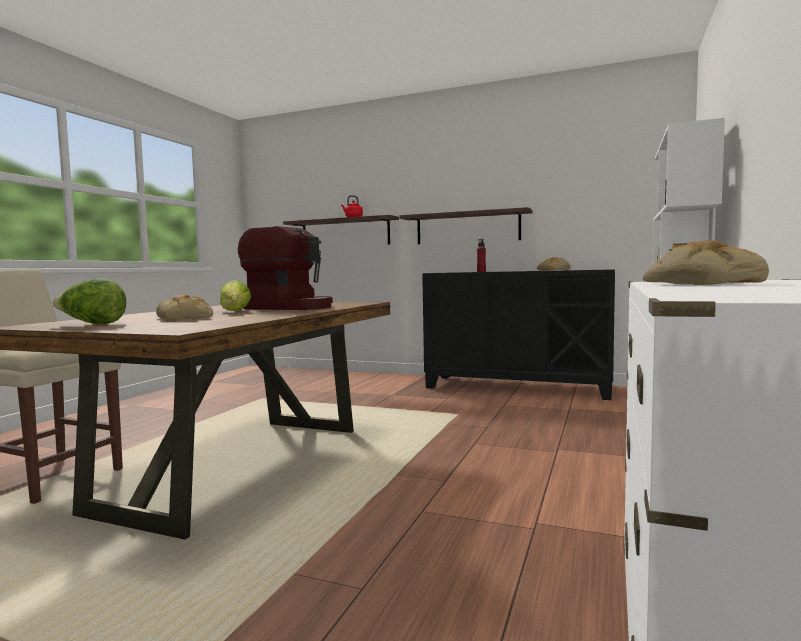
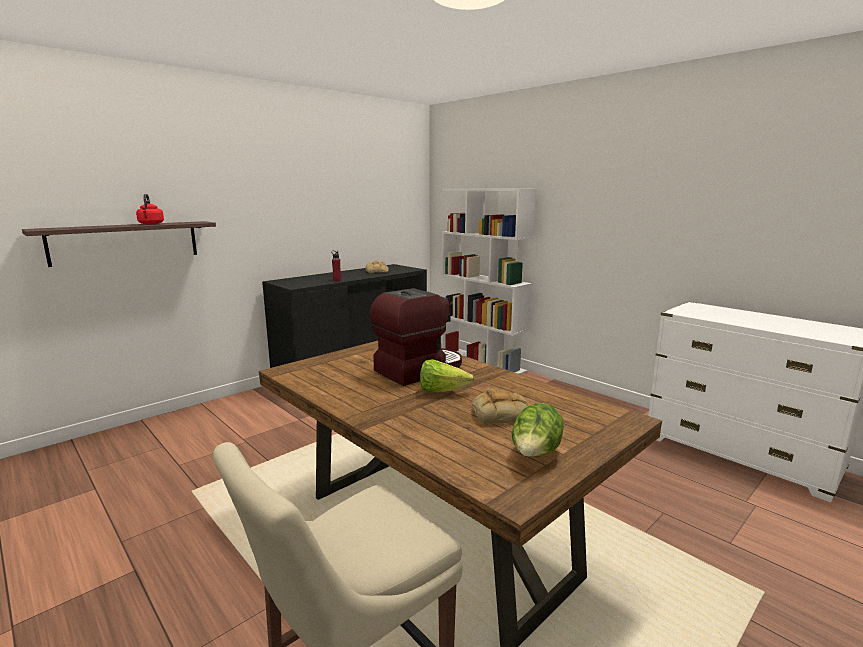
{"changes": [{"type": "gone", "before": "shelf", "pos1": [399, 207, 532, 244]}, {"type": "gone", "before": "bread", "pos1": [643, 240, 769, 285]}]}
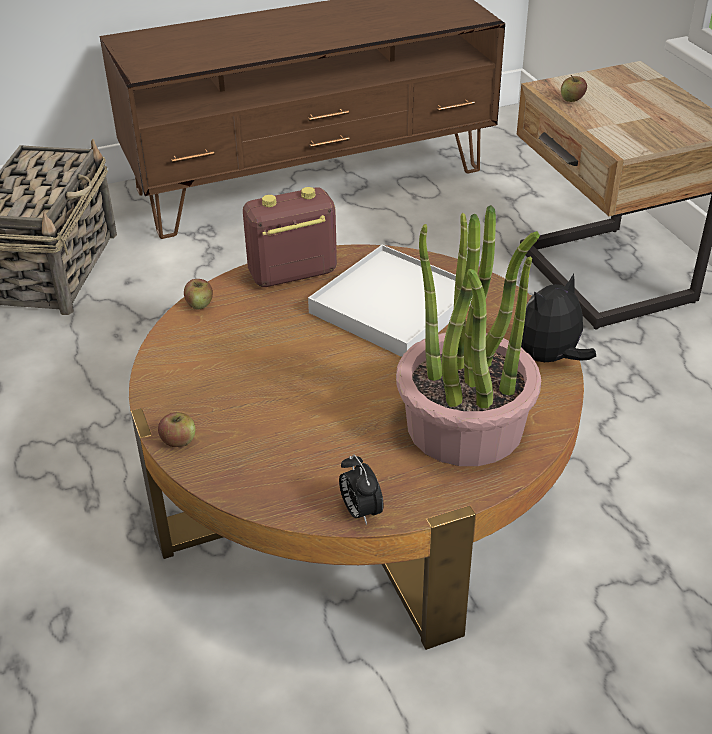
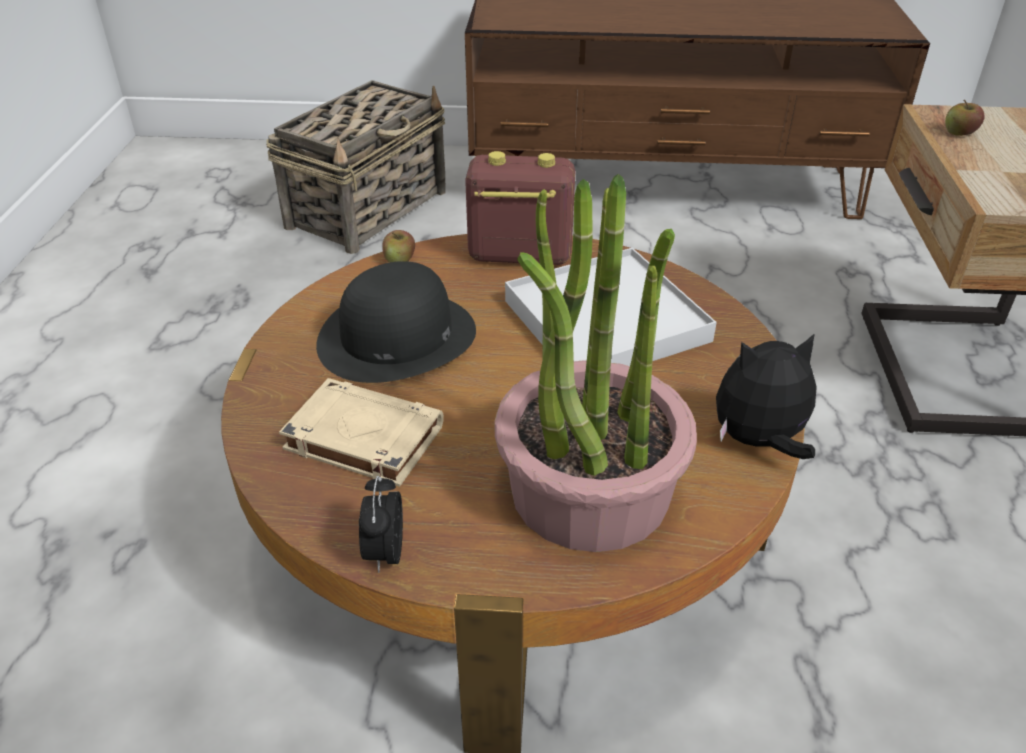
{"changes": [{"type": "gone", "before": "apple", "pos1": [158, 412, 195, 447]}, {"type": "new", "after": "beige book", "pos2": [279, 378, 444, 487]}, {"type": "new", "after": "black hat", "pos2": [316, 261, 476, 383]}]}
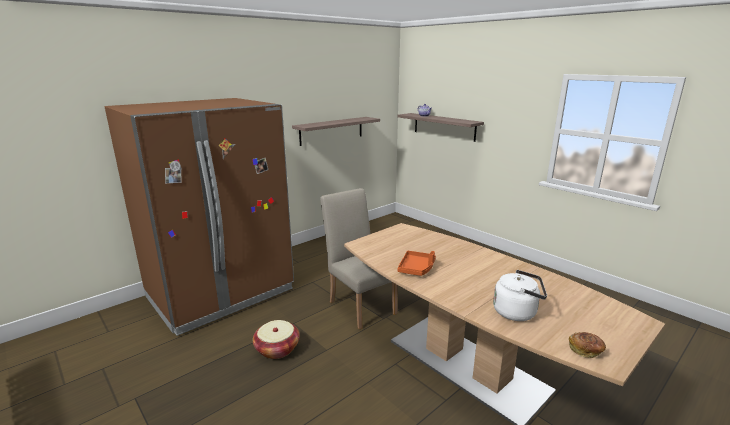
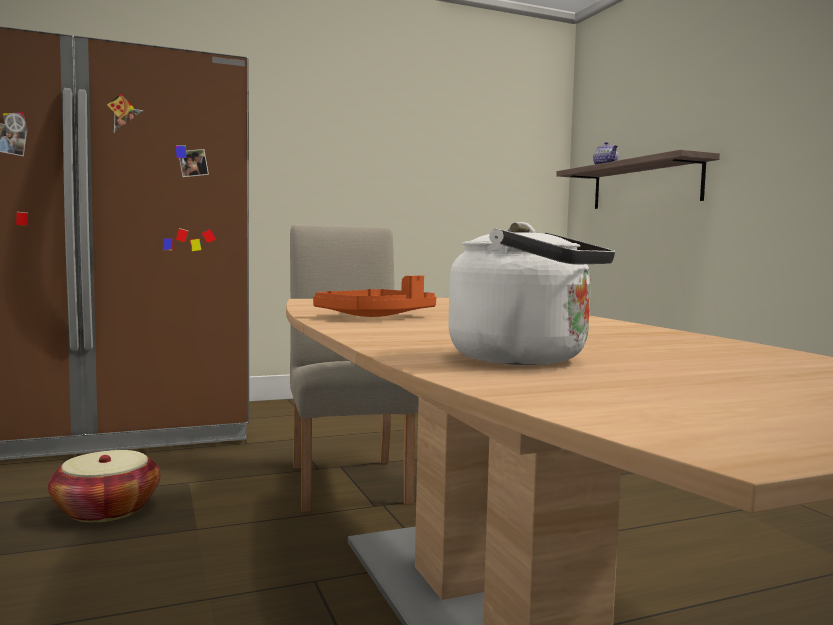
{"changes": [{"type": "gone", "before": "shelf", "pos1": [292, 117, 380, 146]}, {"type": "gone", "before": "bread", "pos1": [569, 332, 606, 358]}]}
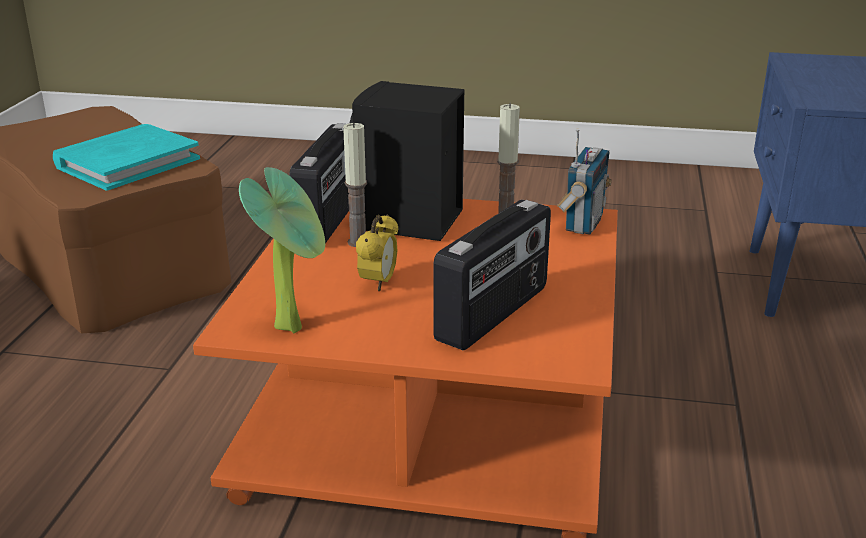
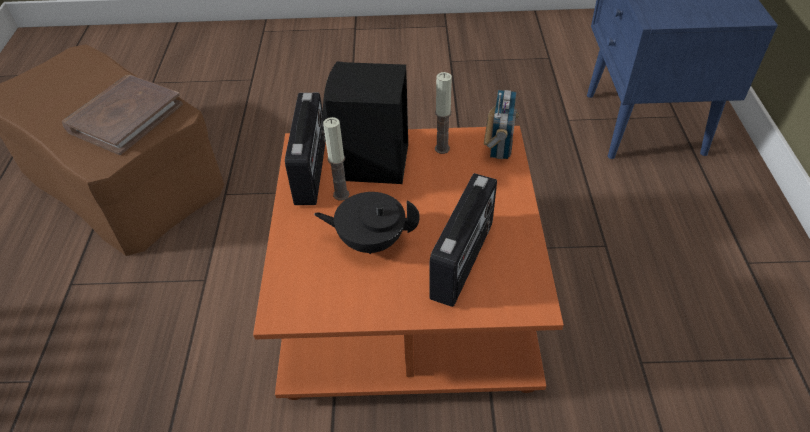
{"changes": [{"type": "gone", "before": "potted plant", "pos1": [239, 167, 325, 333]}, {"type": "swapped", "before": "alarm clock", "after": "black teapot", "pos1": [356, 215, 398, 291], "pos2": [314, 192, 420, 254]}, {"type": "repainted", "before": "turquoise book", "after": "brown book", "pos1": [53, 124, 200, 191], "pos2": [62, 75, 183, 155]}]}
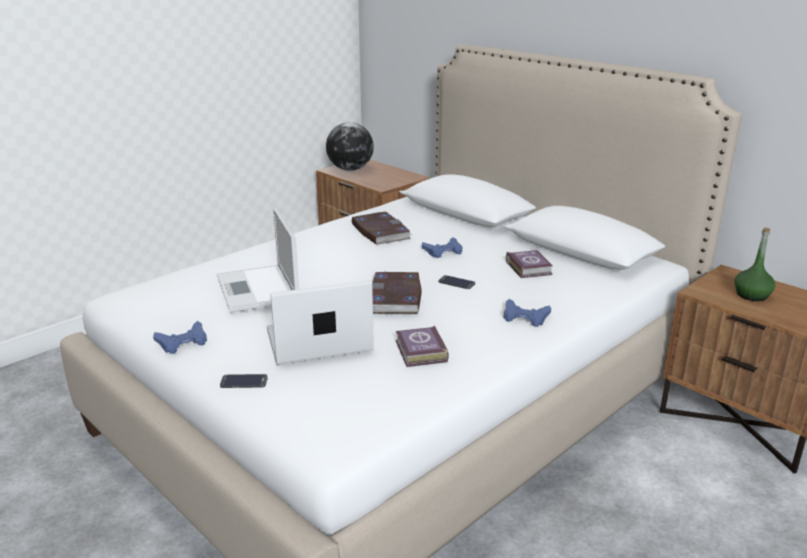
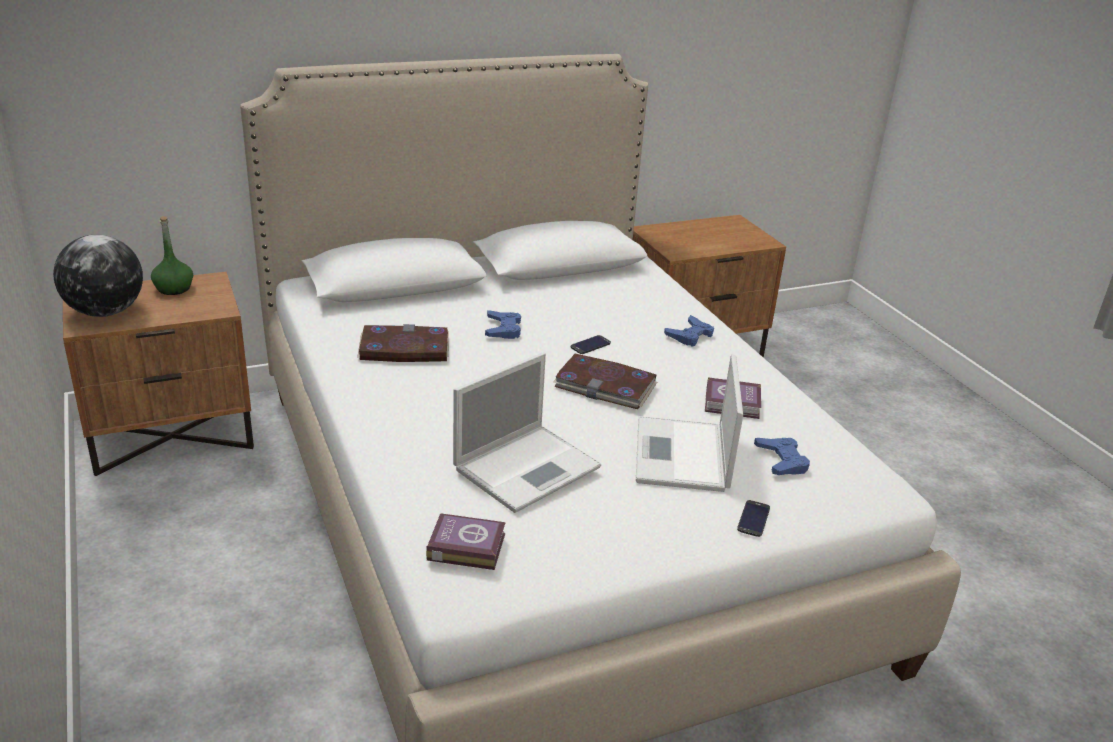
{"changes": [{"type": "shifted", "before": "blue game controller", "pos1": [153, 321, 207, 354], "pos2": [754, 438, 810, 475]}, {"type": "shifted", "before": "book", "pos1": [506, 250, 553, 278], "pos2": [426, 513, 506, 570]}, {"type": "shifted", "before": "green bottle", "pos1": [734, 228, 775, 301], "pos2": [151, 216, 193, 295]}, {"type": "rotated", "before": "laptop", "pos1": [217, 208, 299, 312], "pos2": [453, 353, 601, 513], "turn": -45}]}
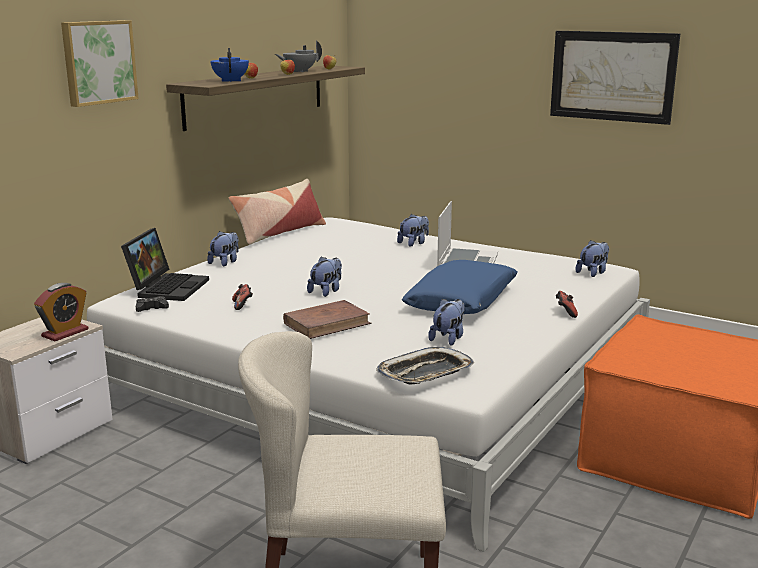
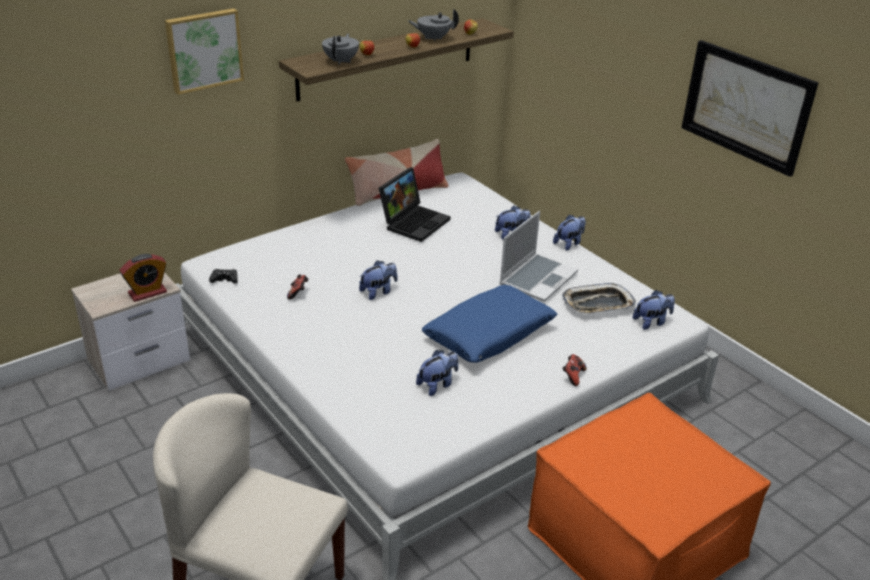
{"changes": [{"type": "gone", "before": "brown book", "pos1": [283, 300, 372, 339]}, {"type": "shifted", "before": "laptop", "pos1": [121, 228, 209, 301], "pos2": [379, 167, 451, 242]}, {"type": "shifted", "before": "plush toy", "pos1": [207, 231, 239, 266], "pos2": [553, 215, 586, 251]}, {"type": "shifted", "before": "tray", "pos1": [376, 347, 474, 384], "pos2": [562, 283, 636, 314]}, {"type": "repainted", "before": "blue teapot", "after": "grey teapot", "pos1": [210, 48, 249, 82], "pos2": [322, 34, 359, 65]}]}
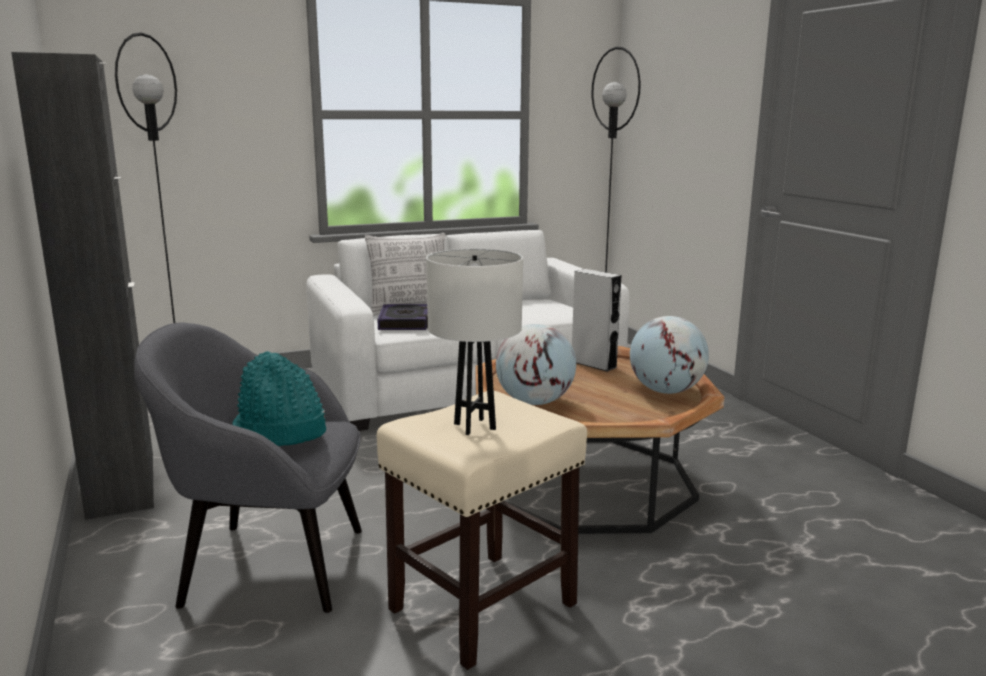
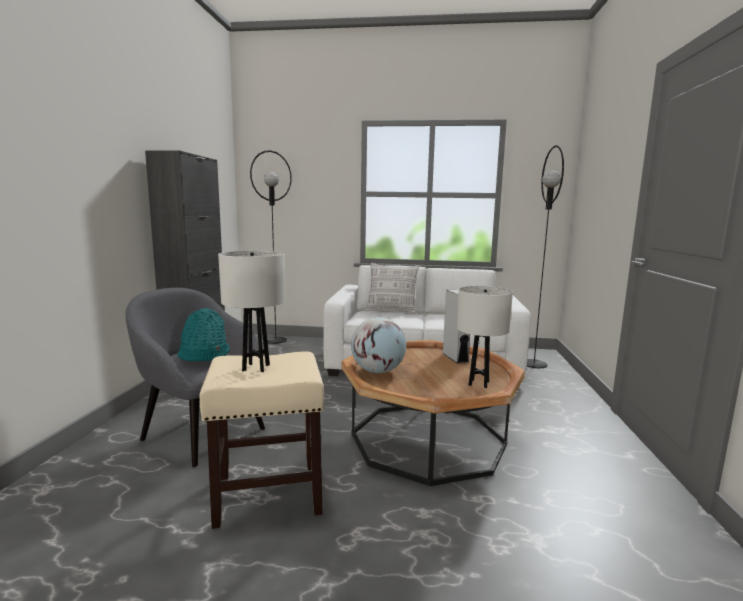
{"changes": [{"type": "gone", "before": "book", "pos1": [378, 304, 428, 330]}, {"type": "swapped", "before": "globe", "after": "white table lamp", "pos1": [630, 316, 709, 394], "pos2": [457, 286, 513, 388]}]}
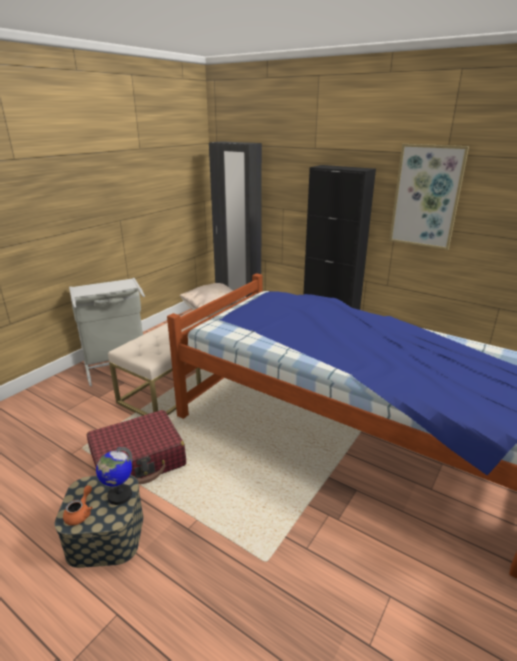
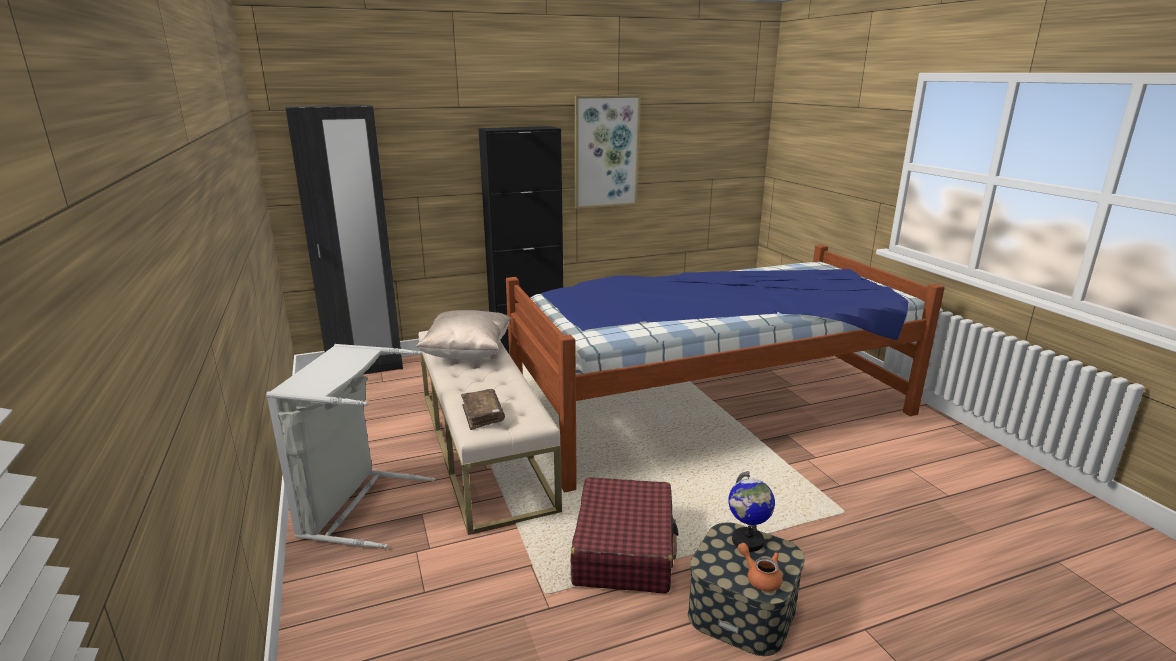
{"changes": [{"type": "new", "after": "brown book", "pos2": [461, 389, 505, 430]}]}
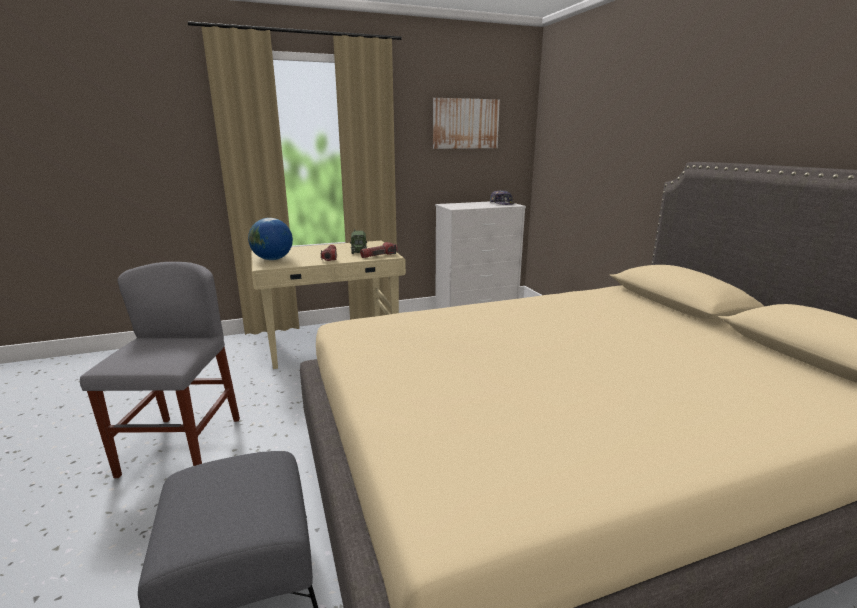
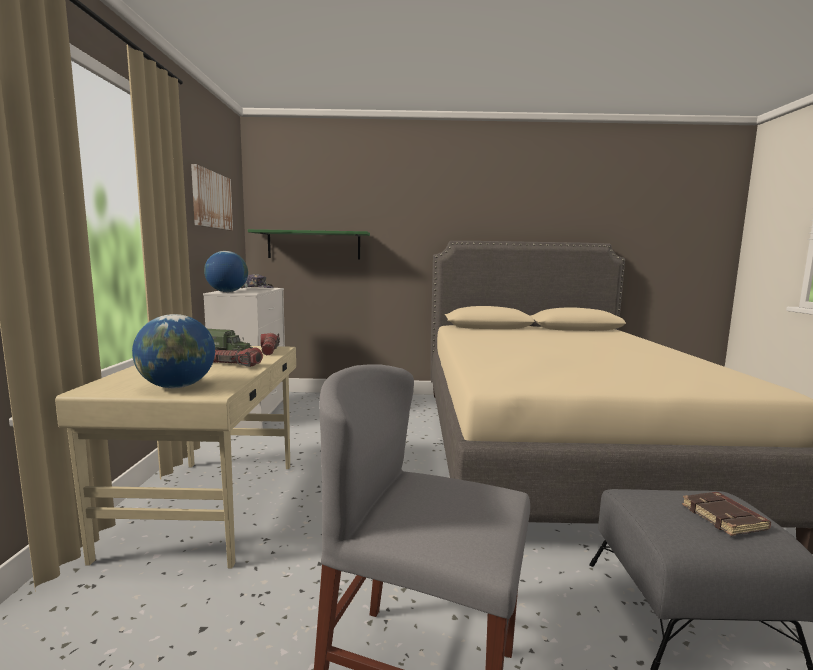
{"changes": [{"type": "new", "after": "globe", "pos2": [204, 251, 248, 292]}, {"type": "new", "after": "green shelf", "pos2": [248, 229, 370, 260]}, {"type": "new", "after": "brown book", "pos2": [682, 492, 771, 536]}]}
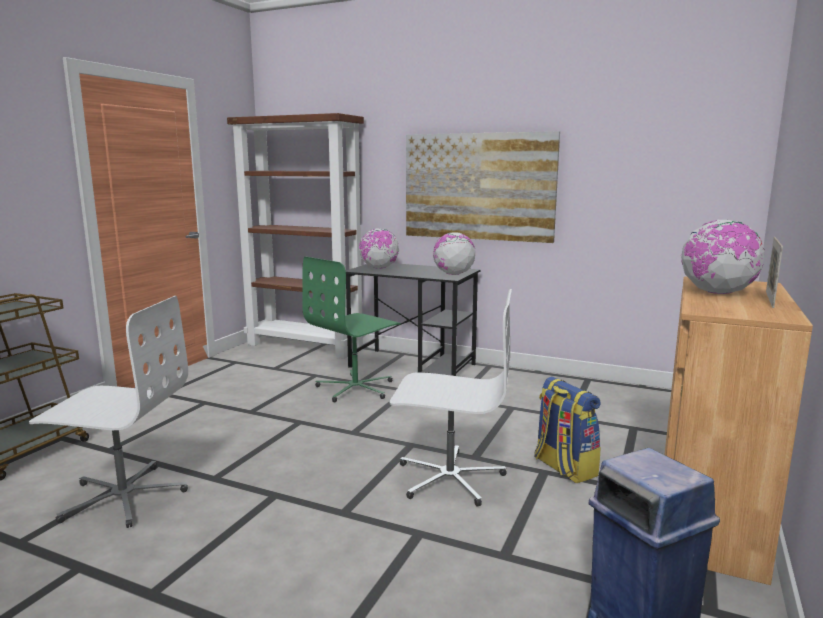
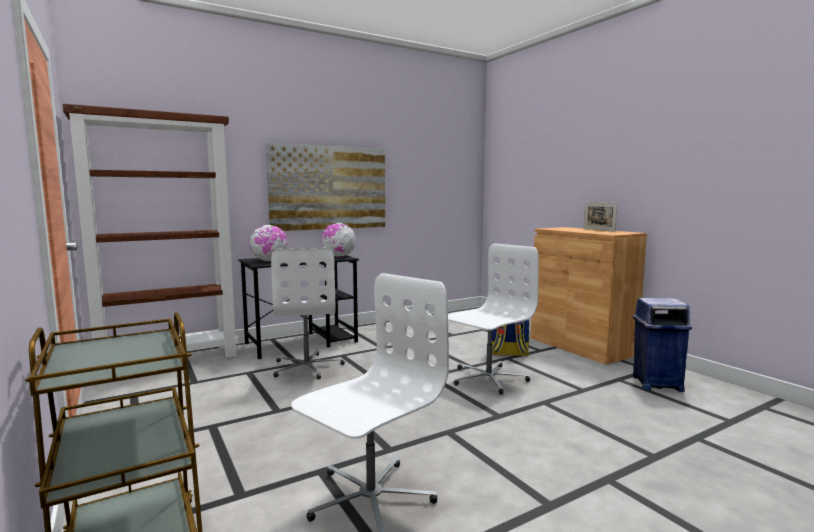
{"changes": [{"type": "gone", "before": "globe", "pos1": [681, 220, 765, 294]}, {"type": "repainted", "before": "green office chair", "after": "white office chair", "pos1": [302, 256, 401, 402], "pos2": [271, 248, 345, 379]}]}
